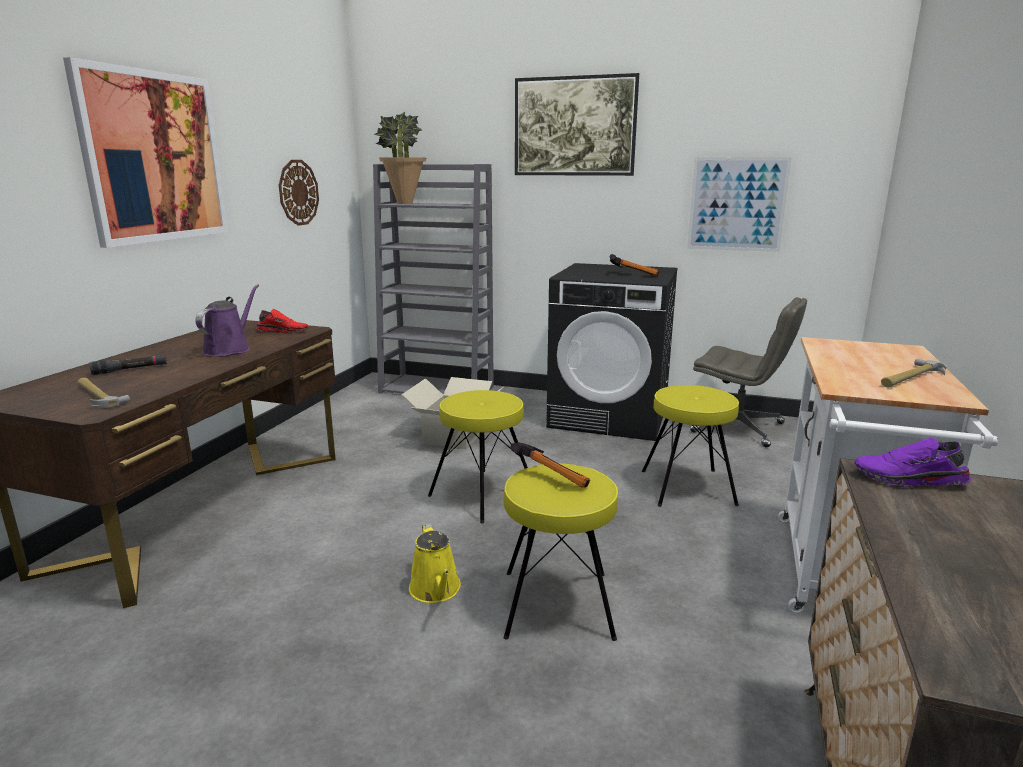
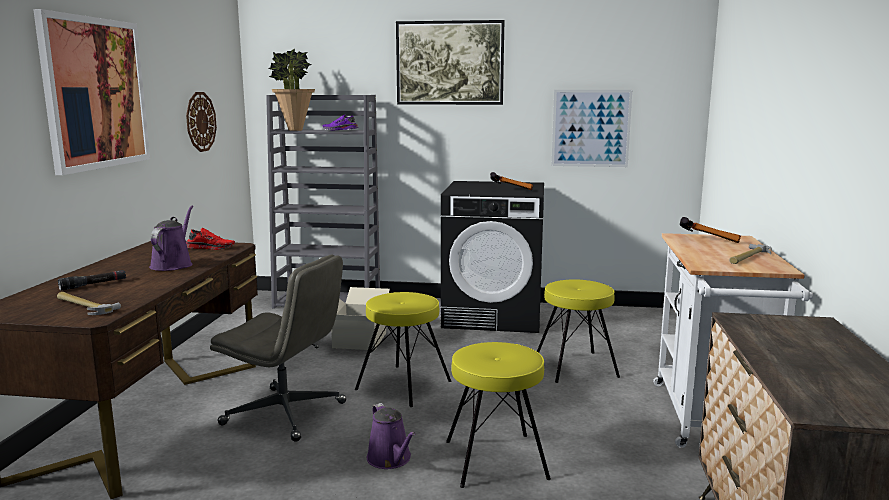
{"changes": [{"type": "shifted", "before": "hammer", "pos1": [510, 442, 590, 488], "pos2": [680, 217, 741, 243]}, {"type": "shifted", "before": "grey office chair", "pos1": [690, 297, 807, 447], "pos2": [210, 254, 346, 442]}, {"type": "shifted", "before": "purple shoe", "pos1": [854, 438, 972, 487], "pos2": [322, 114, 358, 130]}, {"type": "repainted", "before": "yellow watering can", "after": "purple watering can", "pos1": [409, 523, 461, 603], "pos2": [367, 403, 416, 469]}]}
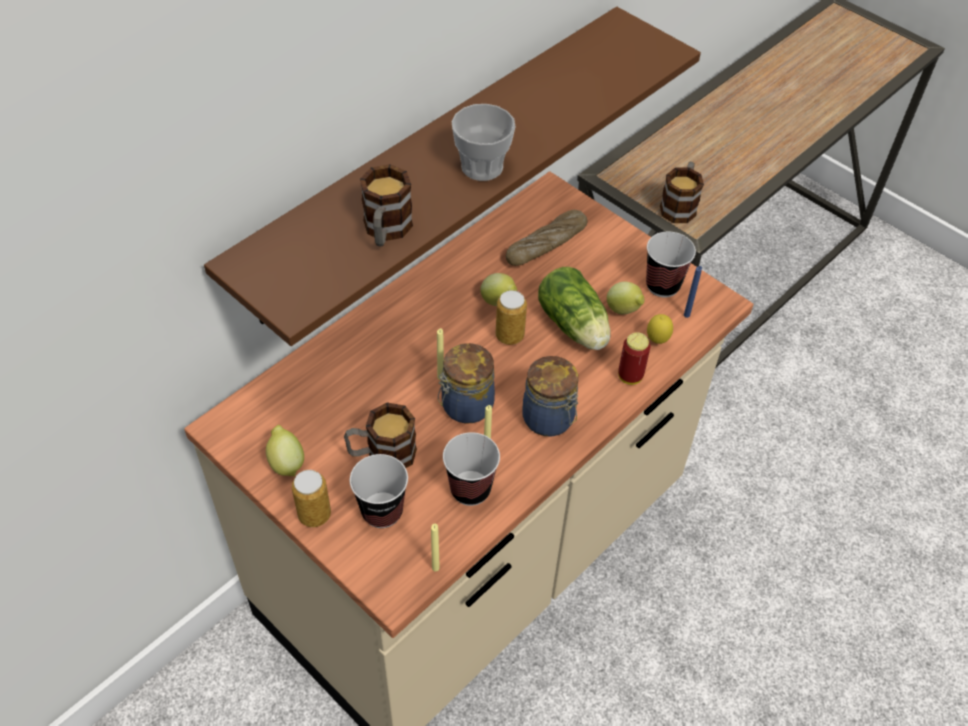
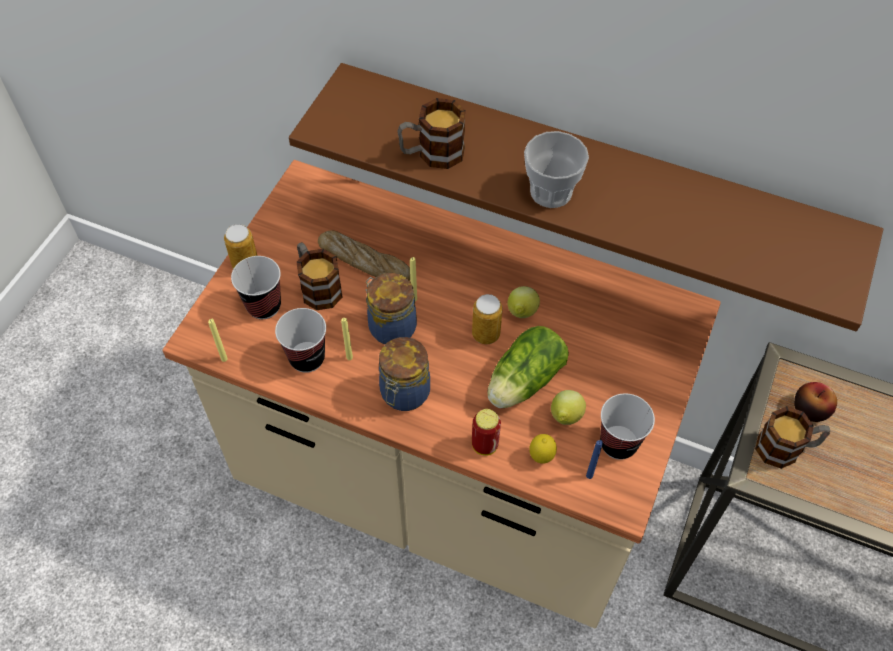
{"changes": [{"type": "gone", "before": "lemon", "pos1": [266, 425, 304, 477]}, {"type": "new", "after": "apple", "pos2": [794, 382, 837, 422]}, {"type": "shifted", "before": "bread", "pos1": [506, 210, 588, 266], "pos2": [318, 230, 410, 281]}]}
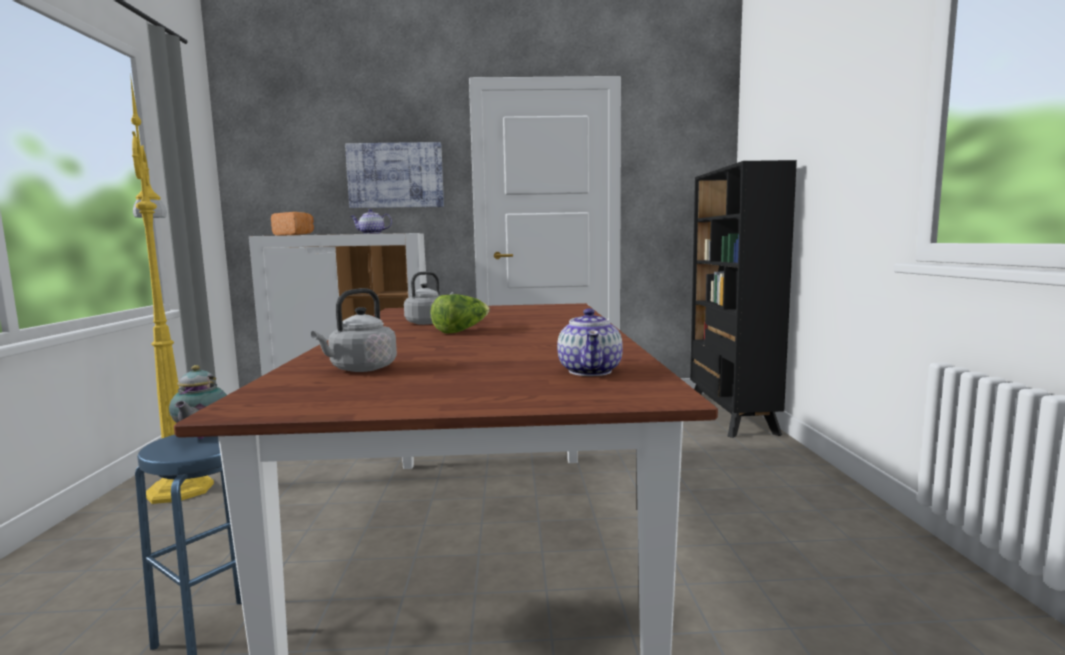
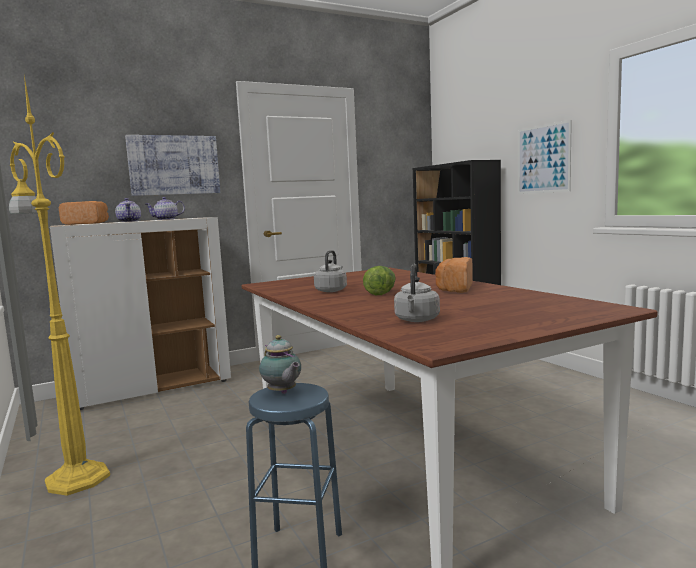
{"changes": [{"type": "new", "after": "bread", "pos2": [435, 257, 473, 293]}, {"type": "new", "after": "picture", "pos2": [518, 120, 572, 194]}, {"type": "shifted", "before": "teapot", "pos1": [557, 308, 623, 376], "pos2": [115, 198, 141, 222]}]}
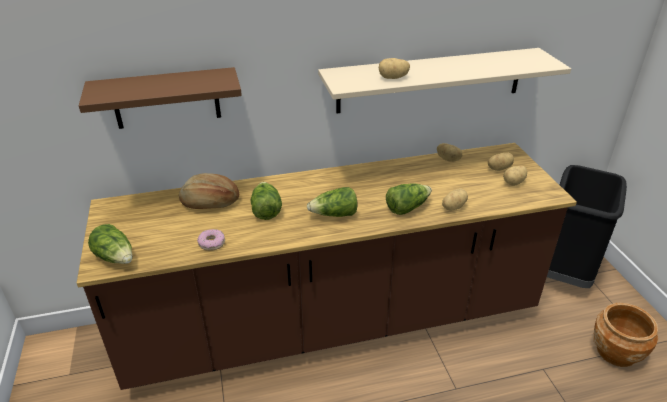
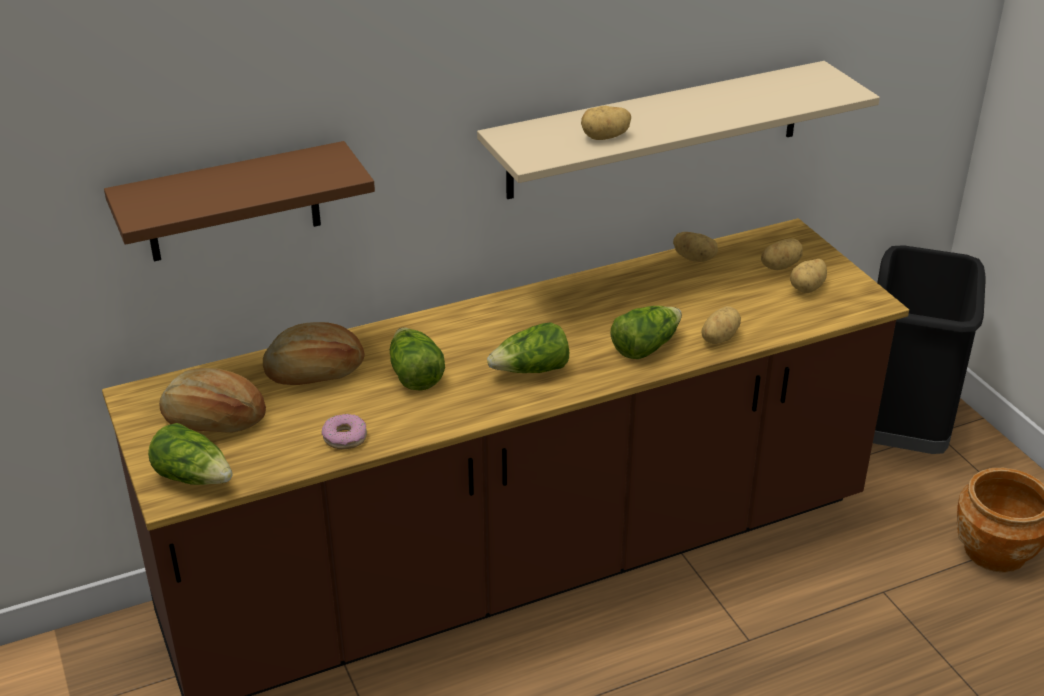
{"changes": [{"type": "new", "after": "bread", "pos2": [159, 368, 266, 433]}]}
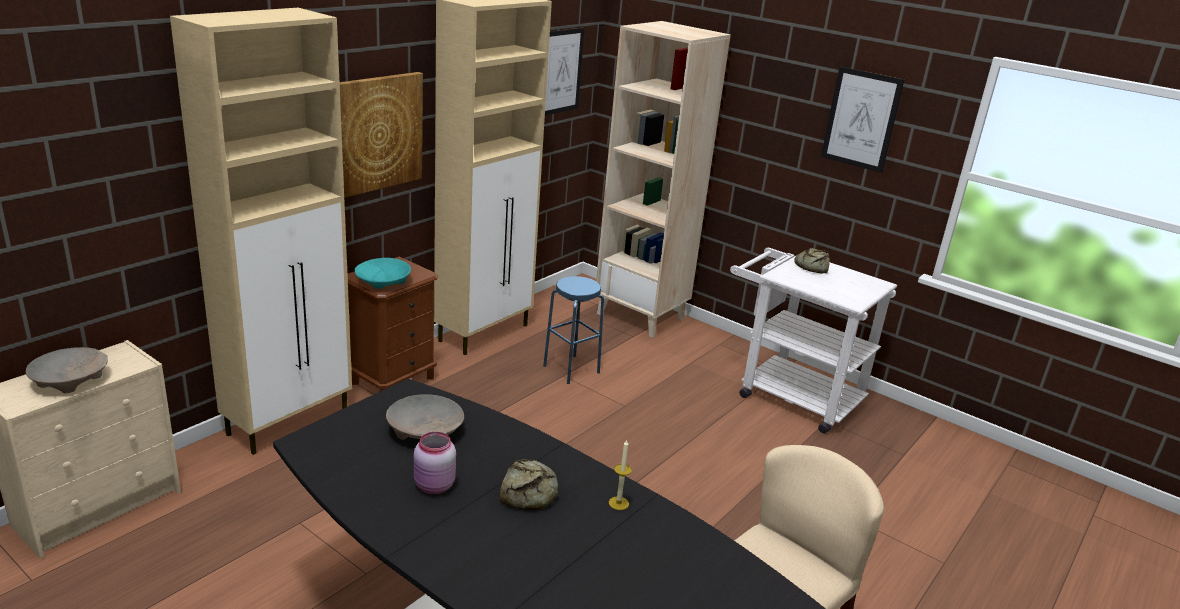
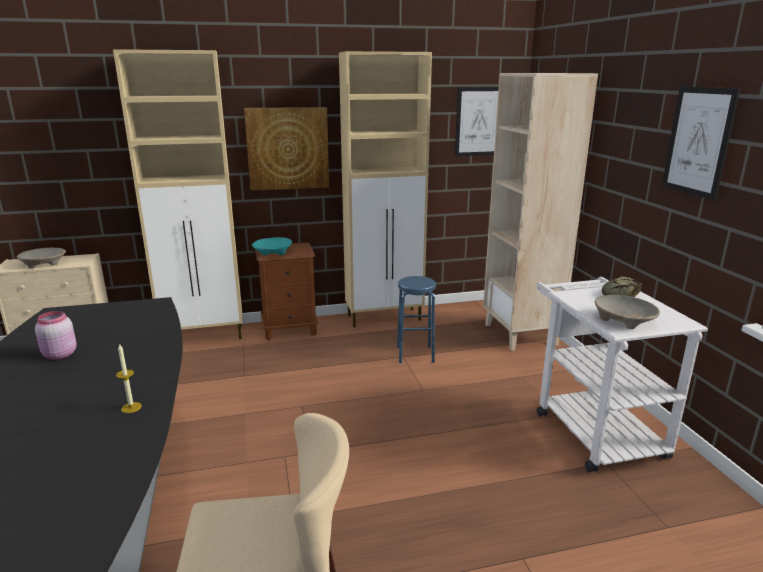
{"changes": [{"type": "gone", "before": "bread", "pos1": [500, 459, 558, 510]}, {"type": "shifted", "before": "beige bowl", "pos1": [386, 394, 464, 440], "pos2": [595, 295, 660, 329]}]}
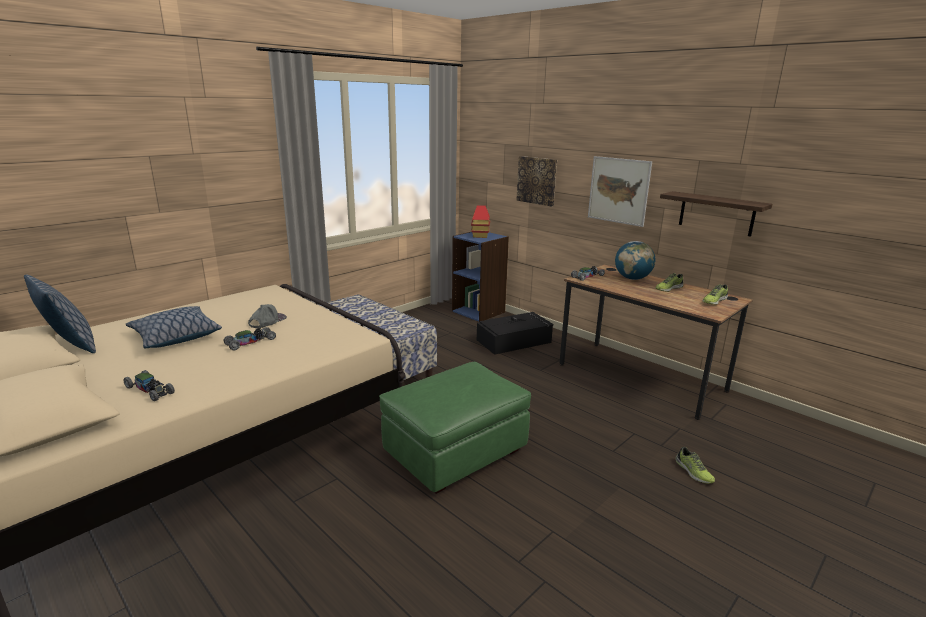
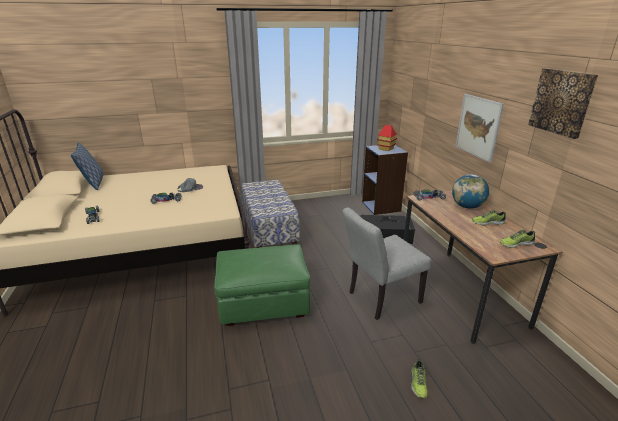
{"changes": [{"type": "gone", "before": "pillow", "pos1": [126, 306, 222, 348]}, {"type": "gone", "before": "shelf", "pos1": [660, 191, 772, 237]}, {"type": "new", "after": "grey chair", "pos2": [342, 207, 431, 320]}, {"type": "shifted", "before": "picture", "pos1": [516, 156, 557, 206], "pos2": [528, 68, 598, 139]}]}
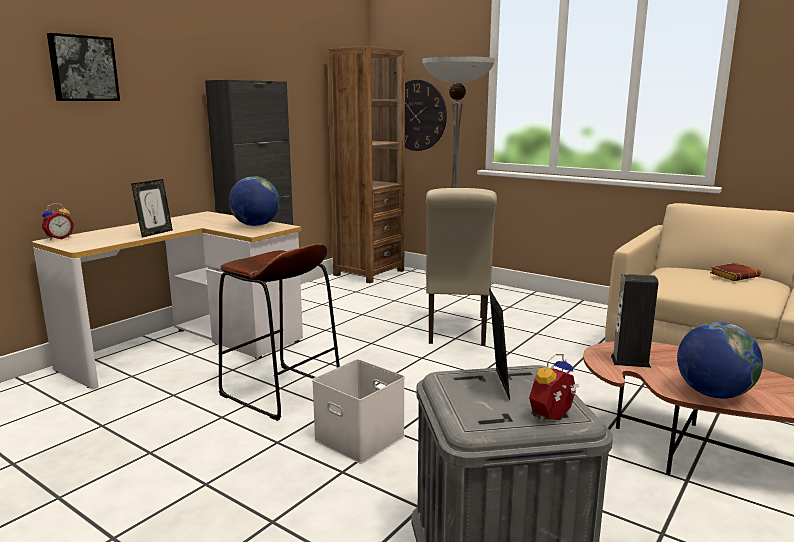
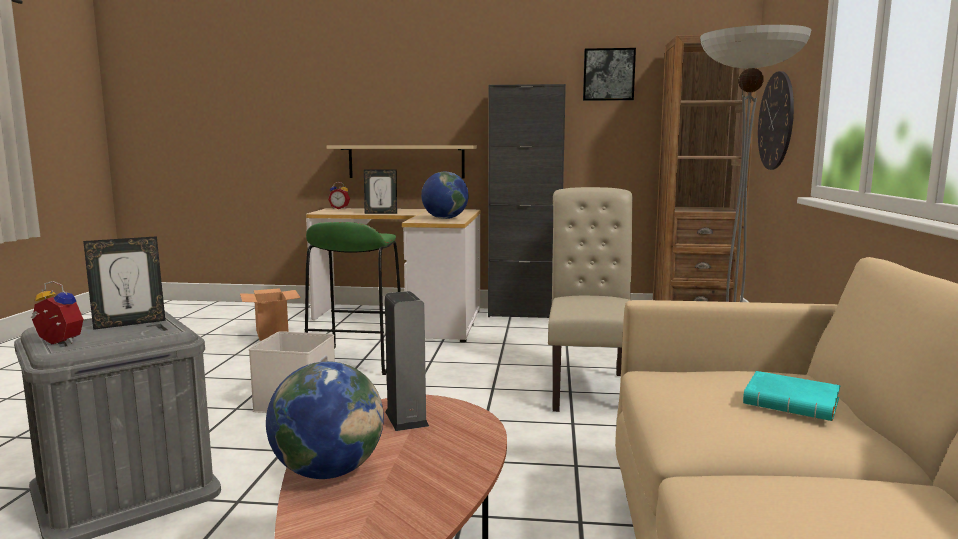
{"changes": [{"type": "new", "after": "cardboard box", "pos2": [240, 288, 301, 341]}, {"type": "new", "after": "beige shelf", "pos2": [326, 145, 477, 179]}, {"type": "shifted", "before": "picture", "pos1": [47, 33, 120, 101], "pos2": [583, 48, 636, 101]}, {"type": "repainted", "before": "brown stool", "after": "green stool", "pos1": [218, 243, 340, 421], "pos2": [304, 222, 401, 375]}, {"type": "repainted", "before": "brown book", "after": "turquoise book", "pos1": [710, 263, 761, 281], "pos2": [743, 371, 840, 421]}, {"type": "rotated", "before": "beige chair", "pos1": [426, 188, 497, 346], "pos2": [548, 187, 633, 412], "turn": 120}]}
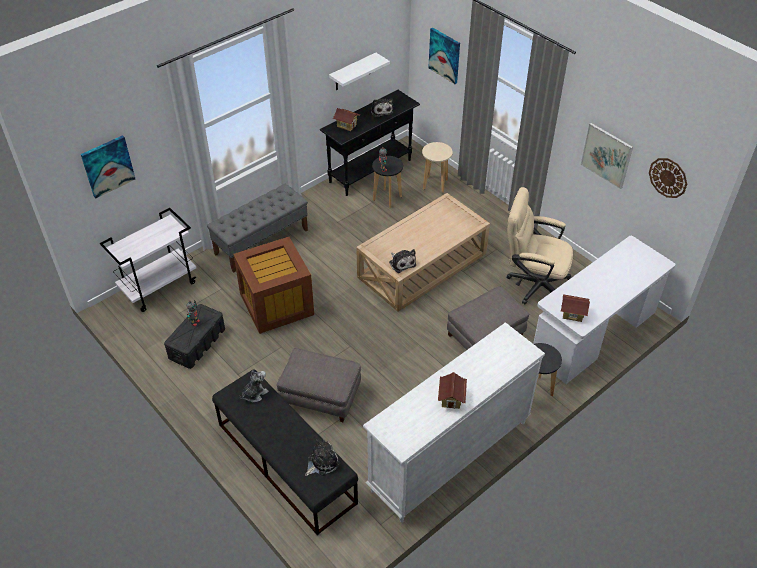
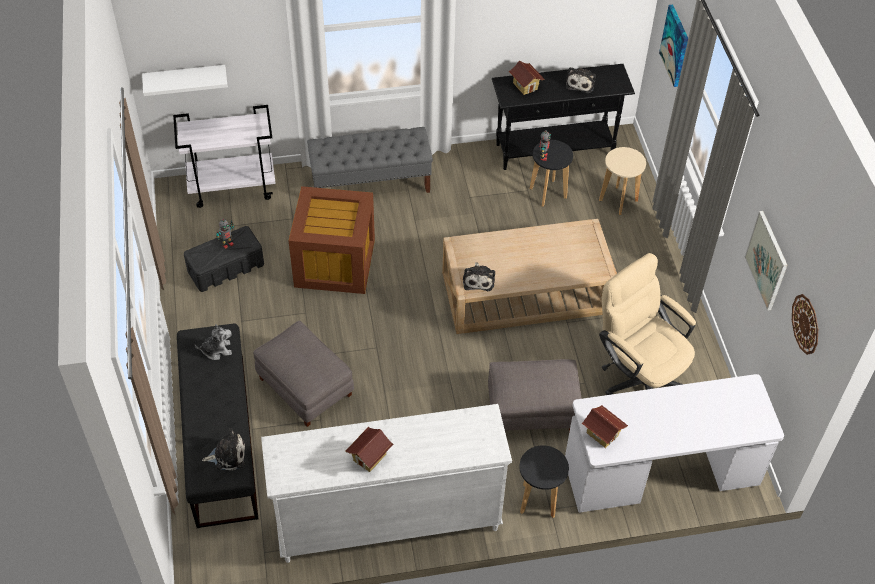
{"changes": [{"type": "gone", "before": "picture", "pos1": [81, 135, 135, 198]}, {"type": "shifted", "before": "white shelf", "pos1": [329, 53, 390, 90], "pos2": [142, 65, 228, 96]}]}
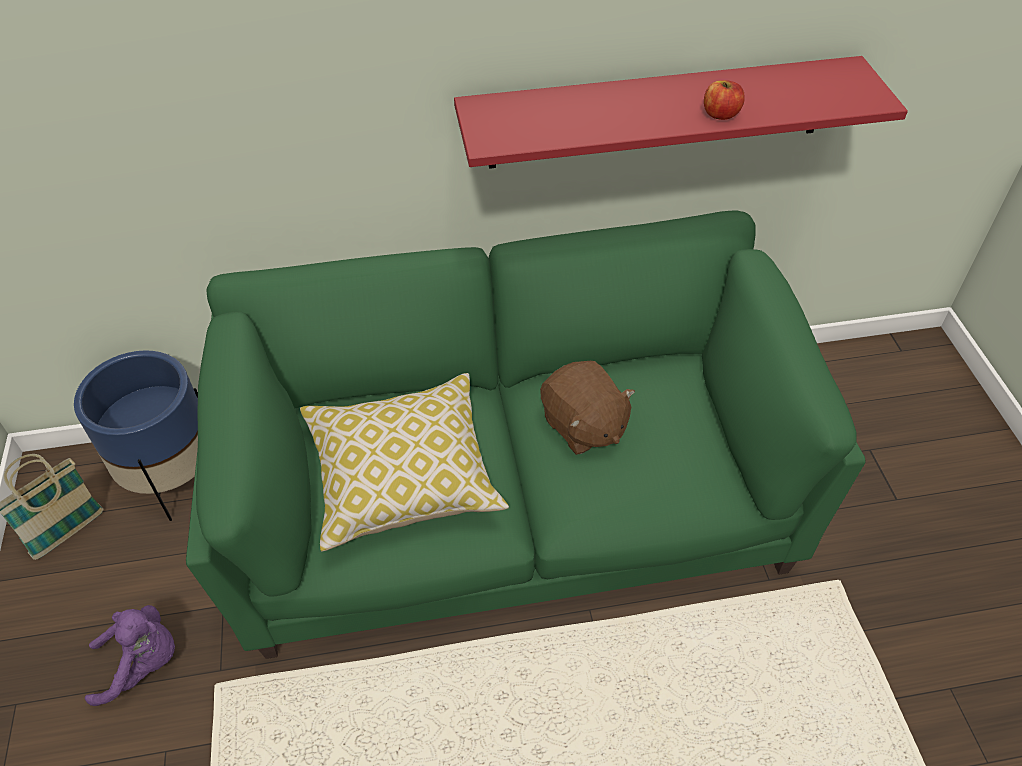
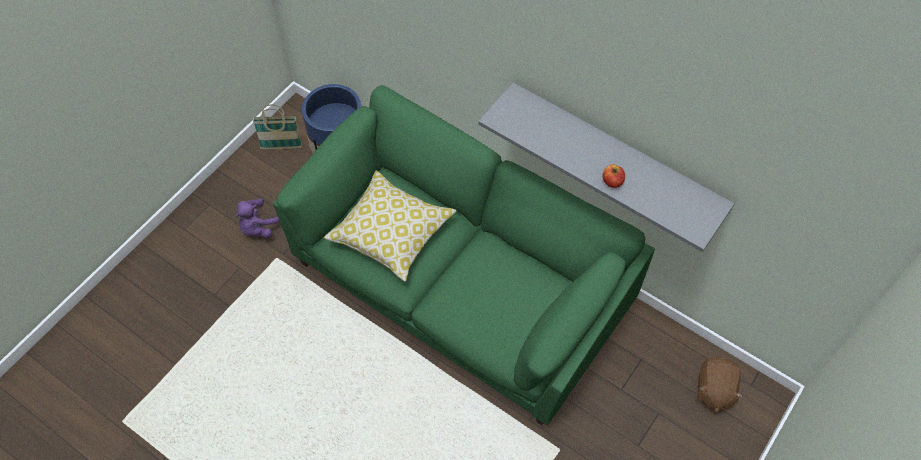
{"changes": [{"type": "shifted", "before": "brown plush toy", "pos1": [540, 361, 635, 455], "pos2": [698, 358, 743, 412]}, {"type": "repainted", "before": "red shelf", "after": "grey shelf", "pos1": [454, 56, 908, 169], "pos2": [478, 83, 735, 252]}, {"type": "rotated", "before": "purple plush toy", "pos1": [84, 605, 175, 706], "pos2": [235, 198, 280, 238], "turn": 90}]}
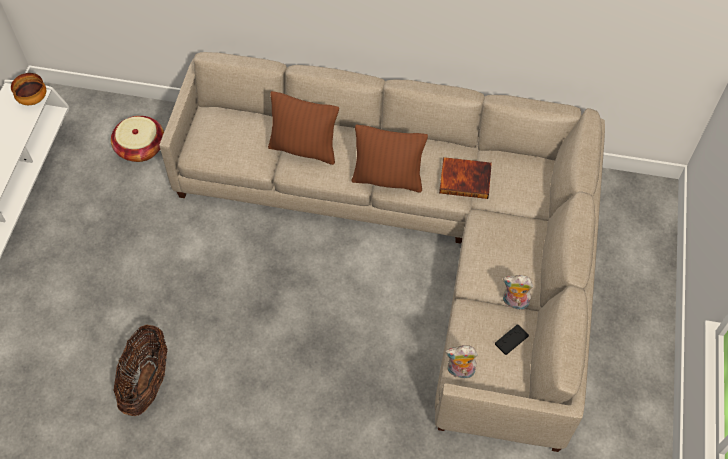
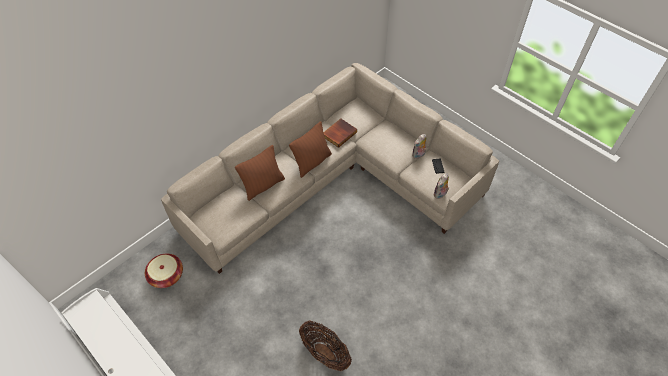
{"changes": [{"type": "gone", "before": "bowl", "pos1": [11, 73, 46, 105]}]}
